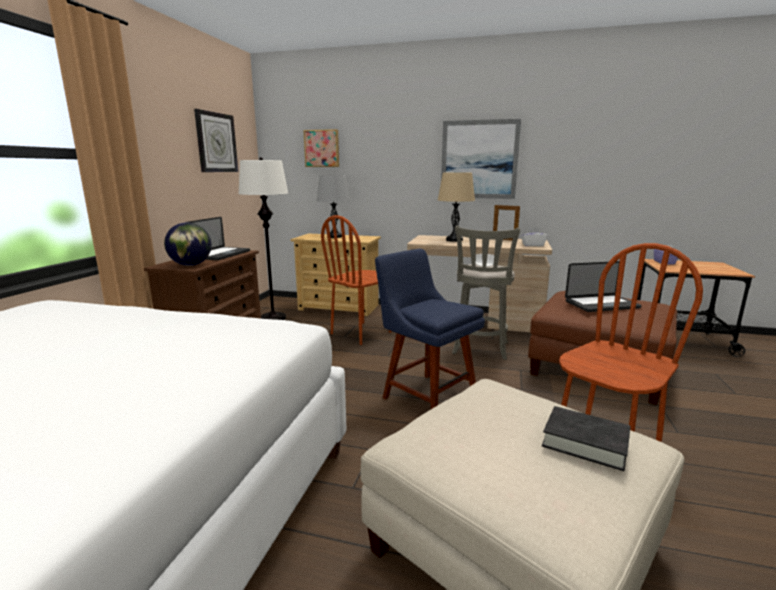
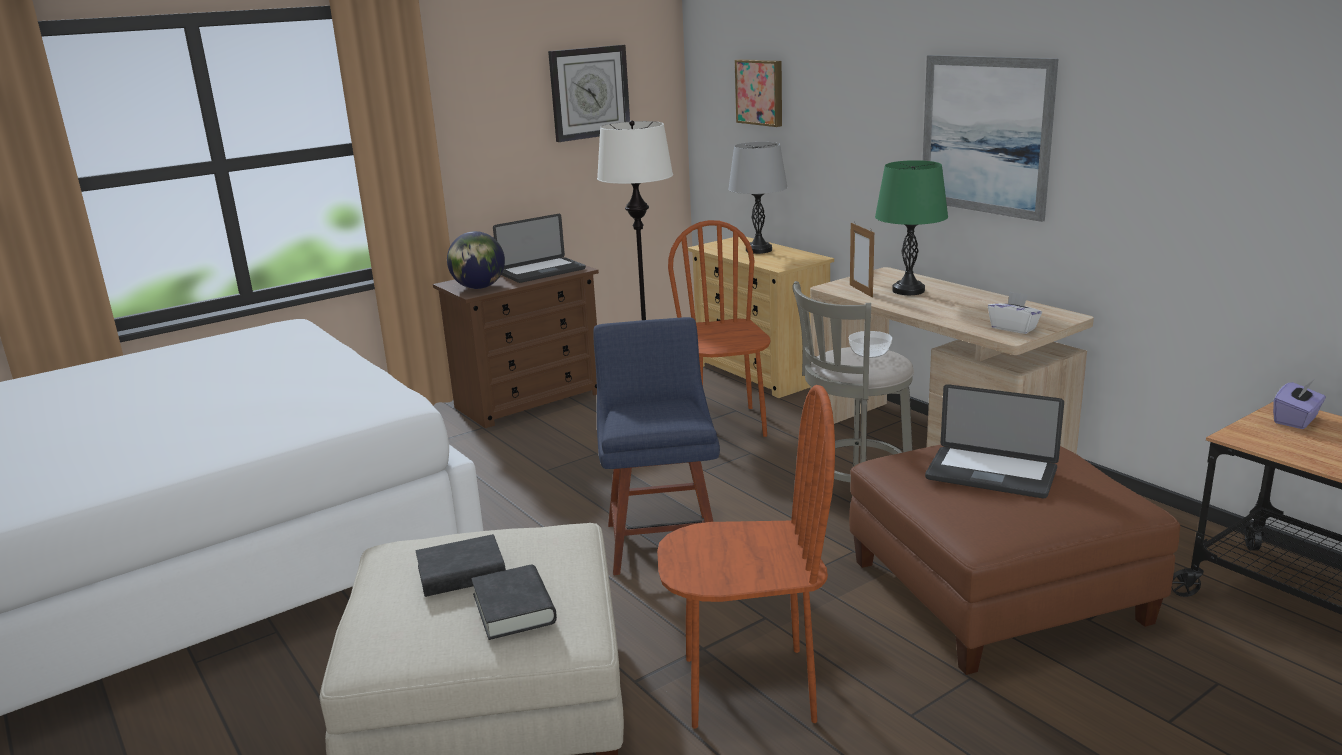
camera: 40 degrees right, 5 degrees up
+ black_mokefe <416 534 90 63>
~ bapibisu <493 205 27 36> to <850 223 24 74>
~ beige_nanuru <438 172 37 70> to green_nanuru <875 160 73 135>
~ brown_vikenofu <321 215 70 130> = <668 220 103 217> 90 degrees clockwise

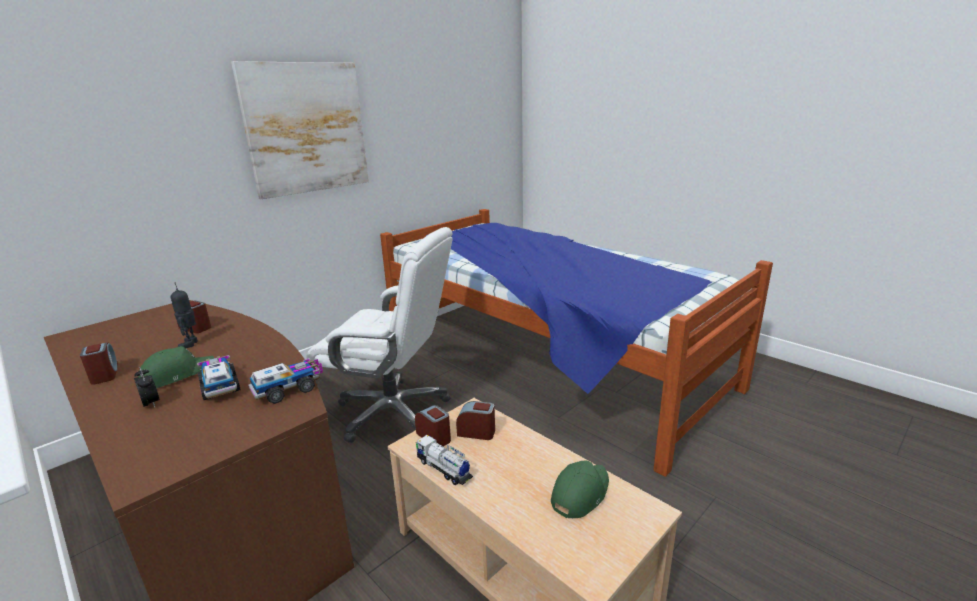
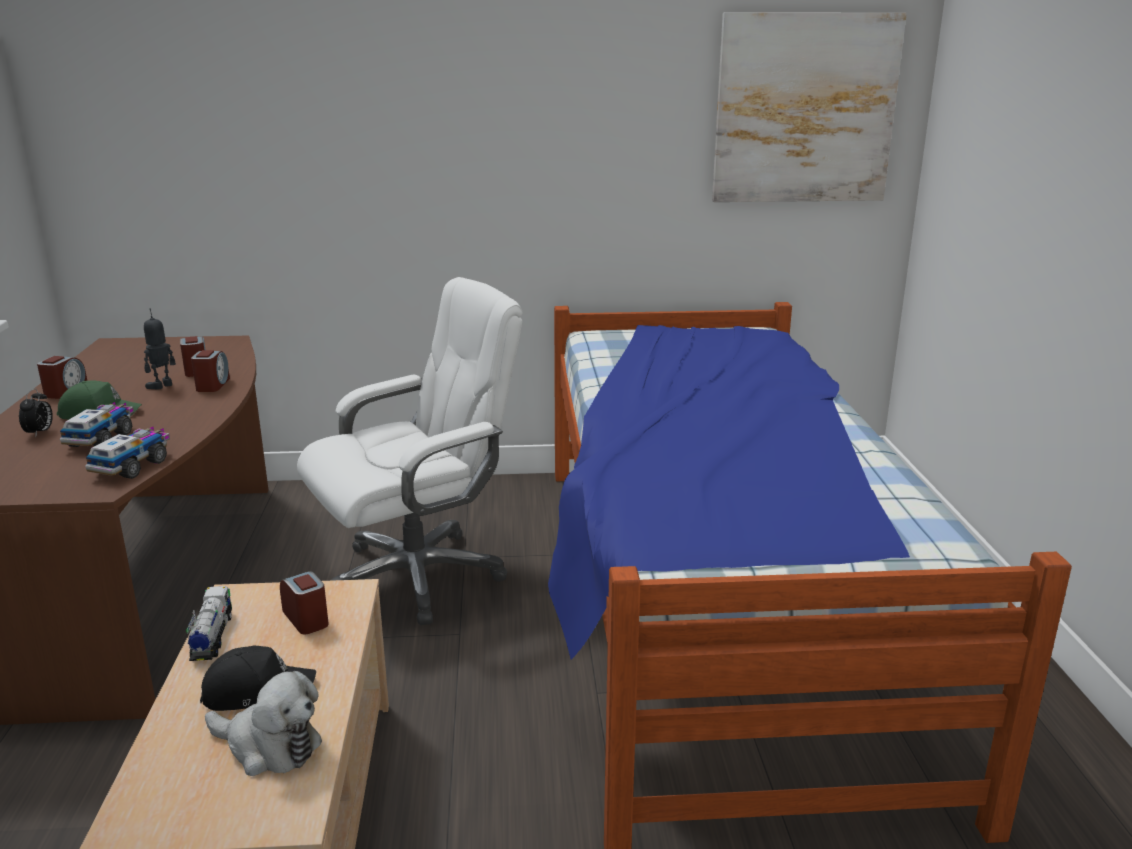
camera: 40 degrees right, 0 degrees up
+ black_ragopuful <200 646 116 65>
~ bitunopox <231 61 138 138> to <712 12 195 190>
~ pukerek <415 405 36 41> to <191 350 39 42>
~ green_ragopuful <551 460 58 58> to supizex <205 671 117 105>
~ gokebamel <248 358 75 46> = <85 427 85 52> 75 degrees counterclockwise
~ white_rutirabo <306 227 147 216> = <297 277 226 348> 90 degrees counterclockwise

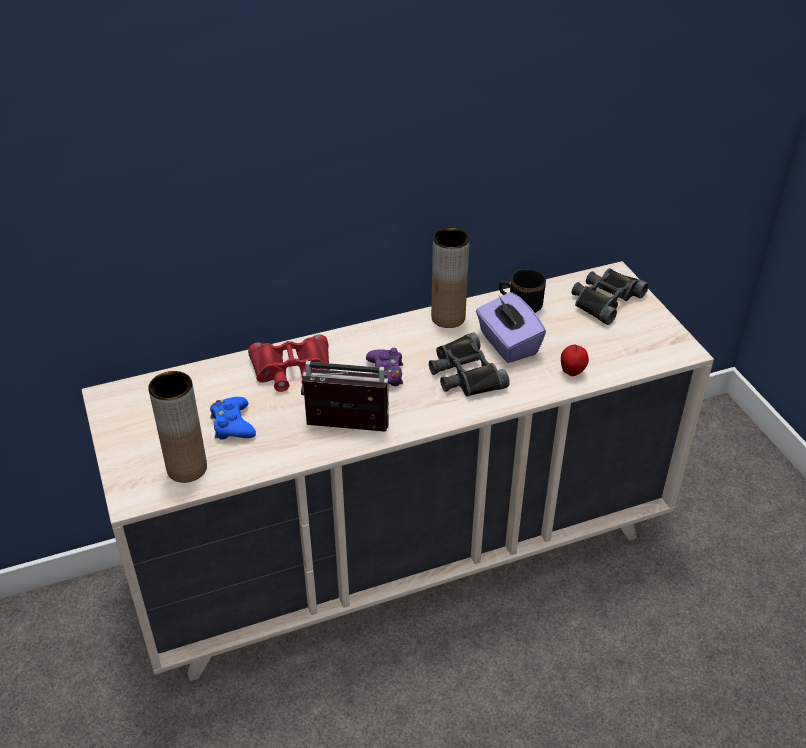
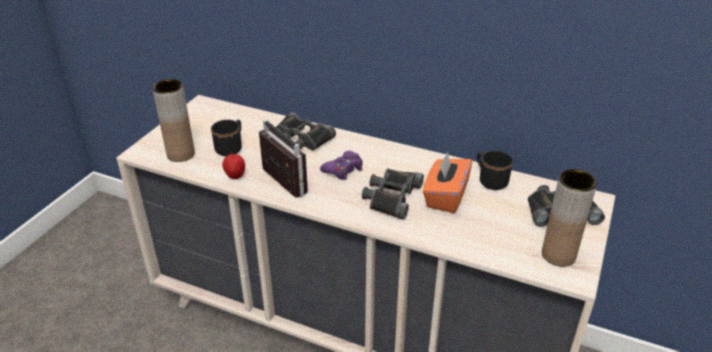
camera: 45 degrees right, 5 degrees down
~ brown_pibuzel <431 228 38 100> to <542 169 55 98>
~ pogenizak <561 345 28 31> to <222 152 23 27>
~ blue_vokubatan <210 397 46 43> to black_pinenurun <211 120 31 36>
~ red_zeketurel <248 335 82 57> to black_zeketurel <276 112 60 39>
~ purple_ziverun <476 292 70 71> to orange_ziverun <423 152 49 61>

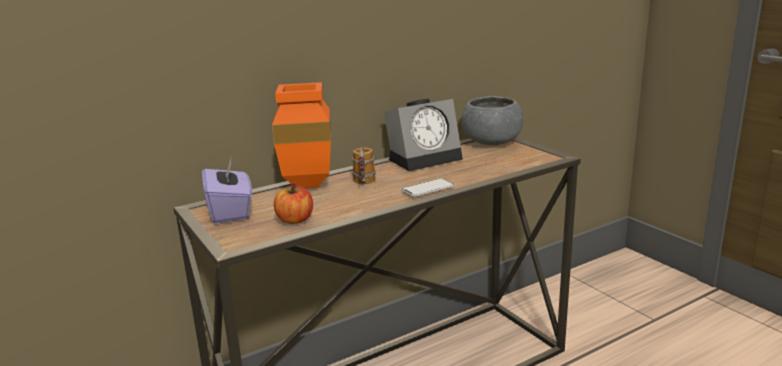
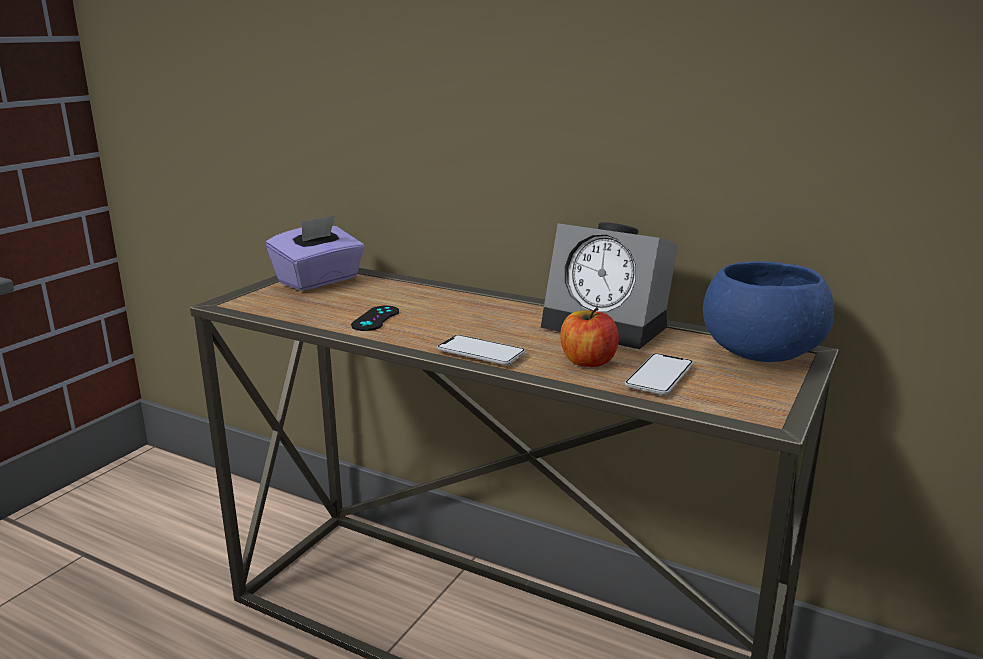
camera: 60 degrees right, 0 degrees up
- orange_pibuzel <272 82 59 107>
- pinenurun <352 148 24 36>
+ black_vokubatan <351 306 48 25>
+ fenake <625 353 68 42>
~ pogenizak <274 184 39 40> to <560 307 59 60>
~ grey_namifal <461 96 63 49> to blue_namifal <703 261 131 101>

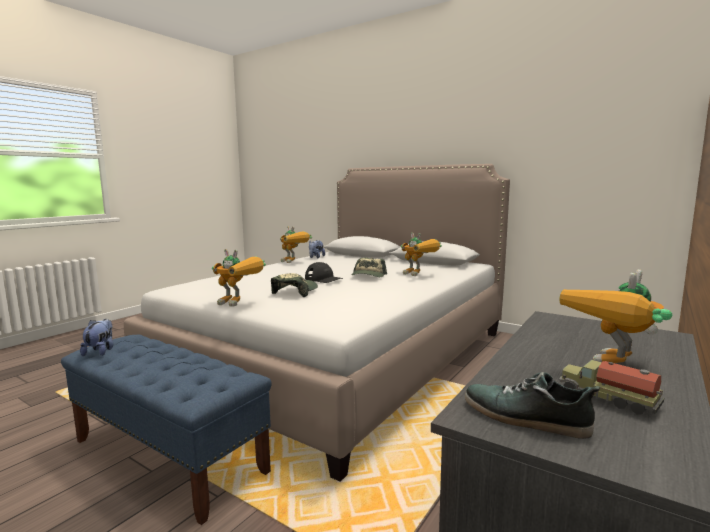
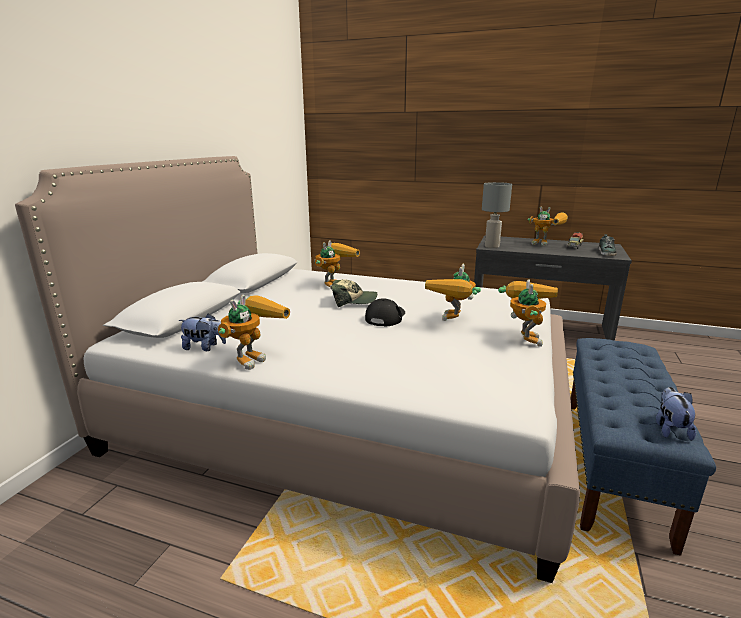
camera: 105 degrees left, 10 degrees up
+ grey_nanuru <482 182 30 66>
~ ragopuful <271 273 47 24> to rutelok <425 264 56 57>
~ supizex <80 319 33 37> = <656 387 40 54> 120 degrees clockwise

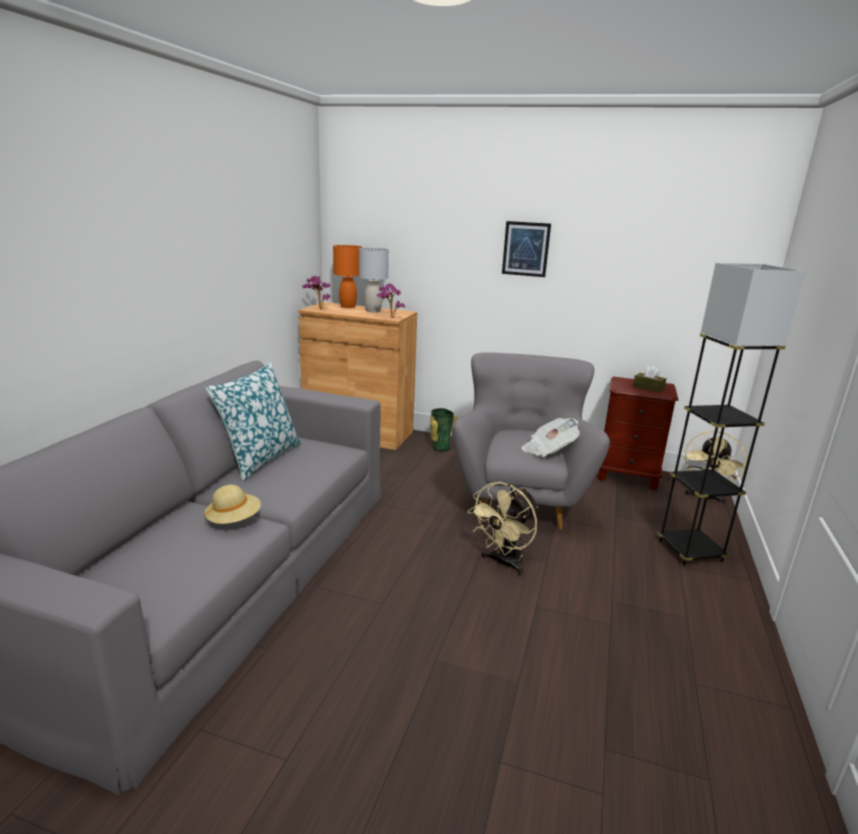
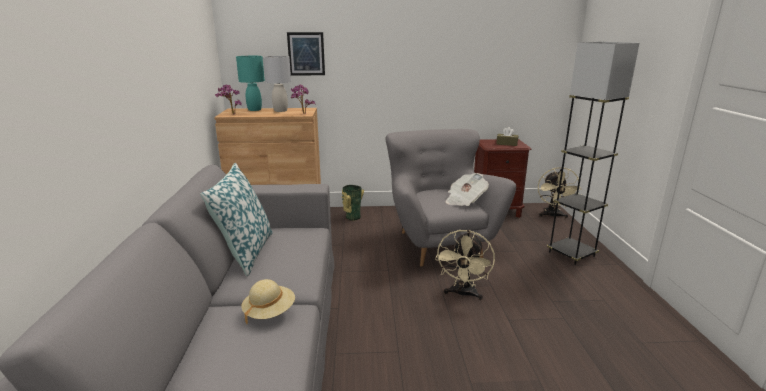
camera: 20 degrees left, 0 degrees up
~ bitunopox <502 221 49 56> to <287 32 38 43>
~ orange_nanuru <333 245 29 63> to turquoise_nanuru <236 56 29 55>

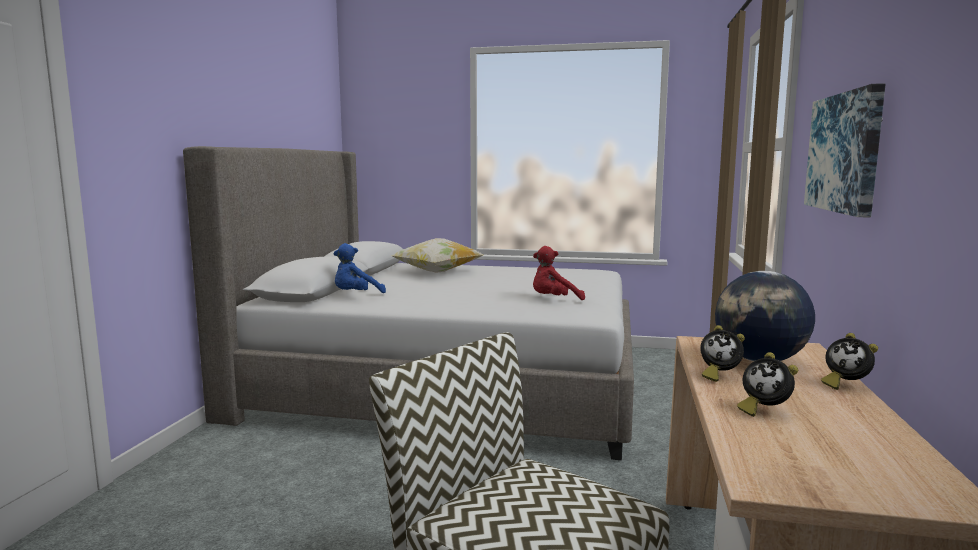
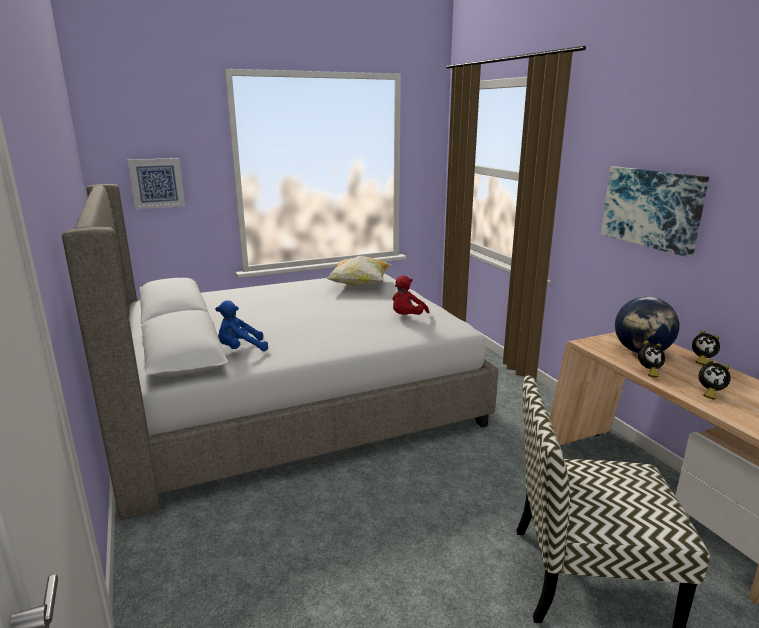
camera: 35 degrees left, 10 degrees up
+ bitunopox <128 158 57 51>
~ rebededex <391 238 92 35> to <325 256 66 31>
~ blue_supizex <333 243 53 50> = <215 300 53 51> 60 degrees clockwise

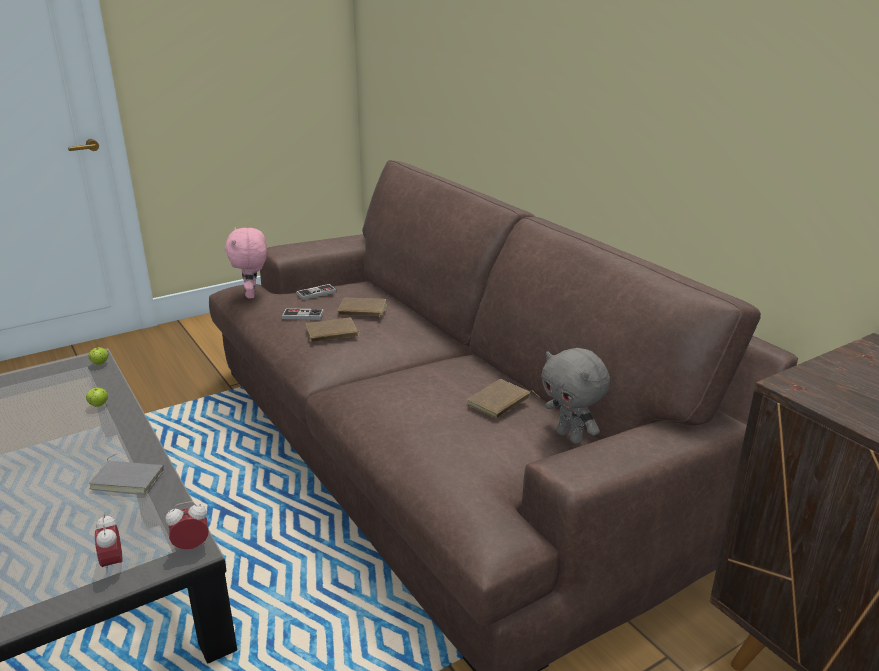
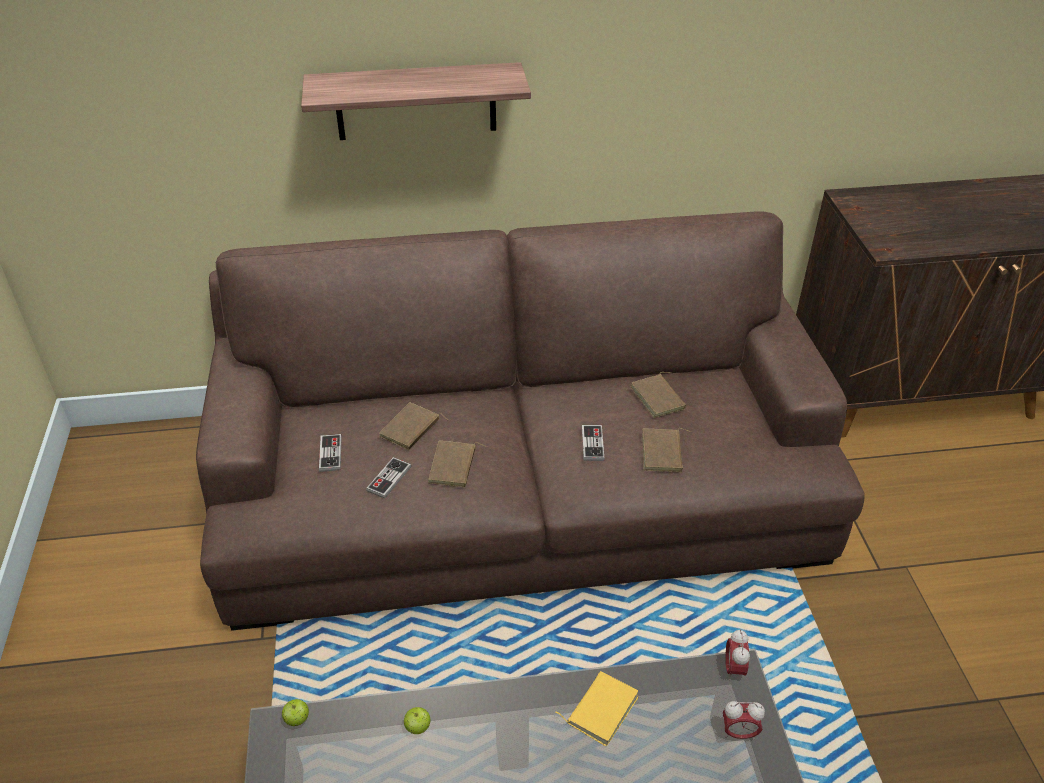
camera: 65 degrees left, 15 degrees up
- pink_supizex <225 227 42 71>
- grey_supizex <541 348 69 96>
+ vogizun <301 62 230 78>
+ vokubatan <582 425 23 36>
+ brown_mokefe <642 428 49 44>
~ grey_mokefe <89 454 75 41> to yellow_mokefe <555 671 84 75>

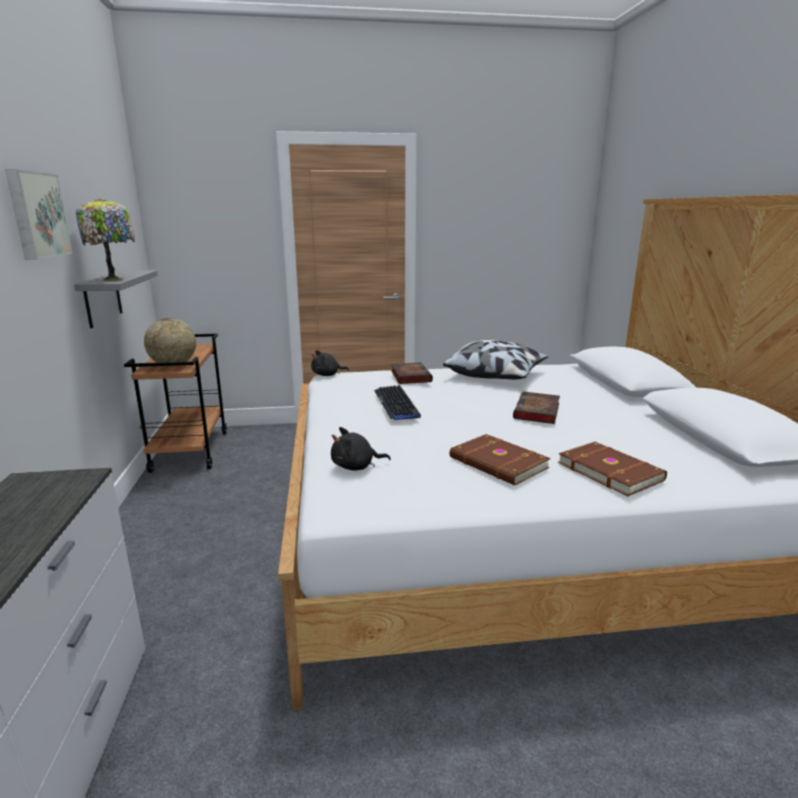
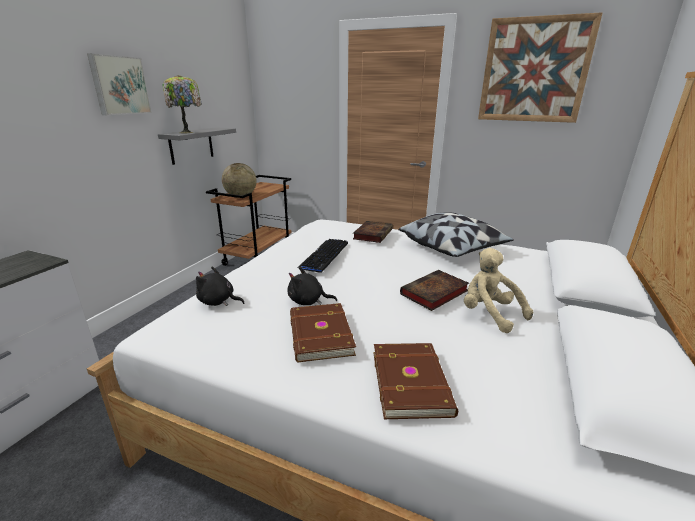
camera: 30 degrees right, 5 degrees up
+ beige_supizex <464 248 69 85>
+ bitunopox <478 12 125 111>
~ black_supizex <311 350 38 26> to <287 267 50 38>

